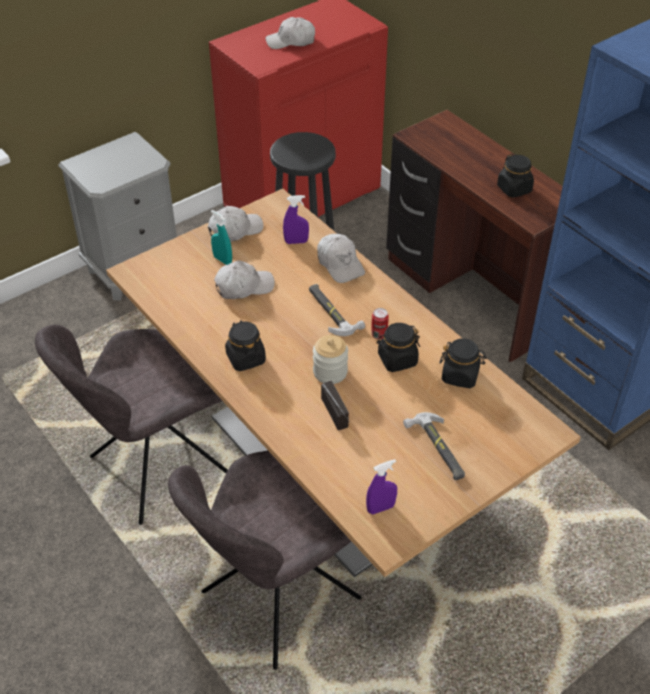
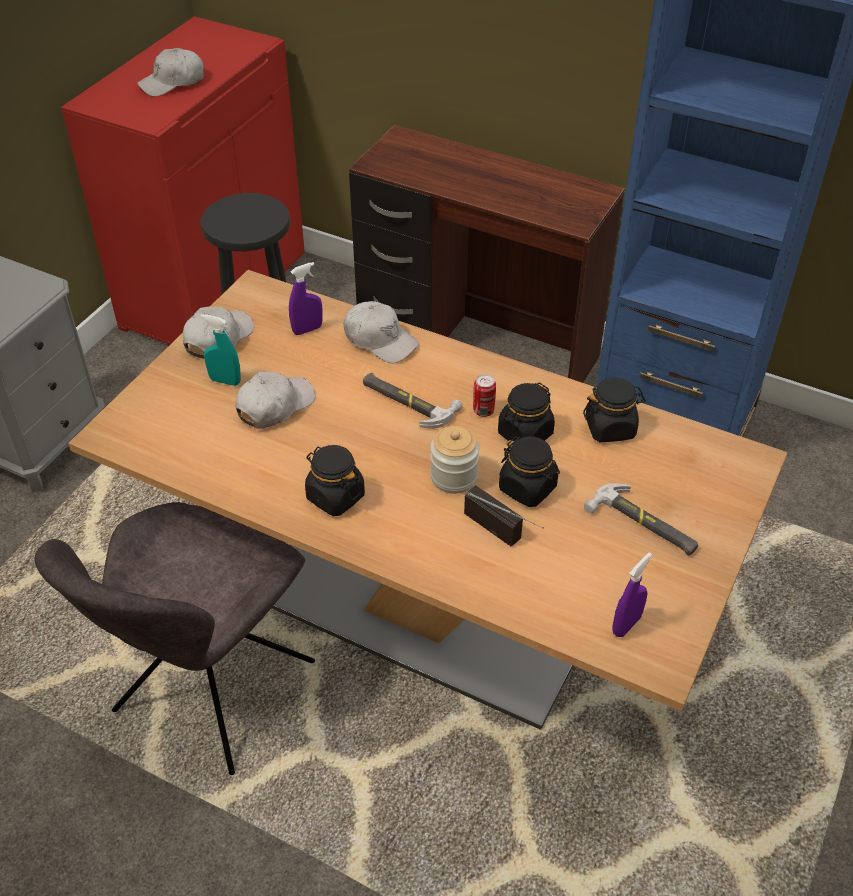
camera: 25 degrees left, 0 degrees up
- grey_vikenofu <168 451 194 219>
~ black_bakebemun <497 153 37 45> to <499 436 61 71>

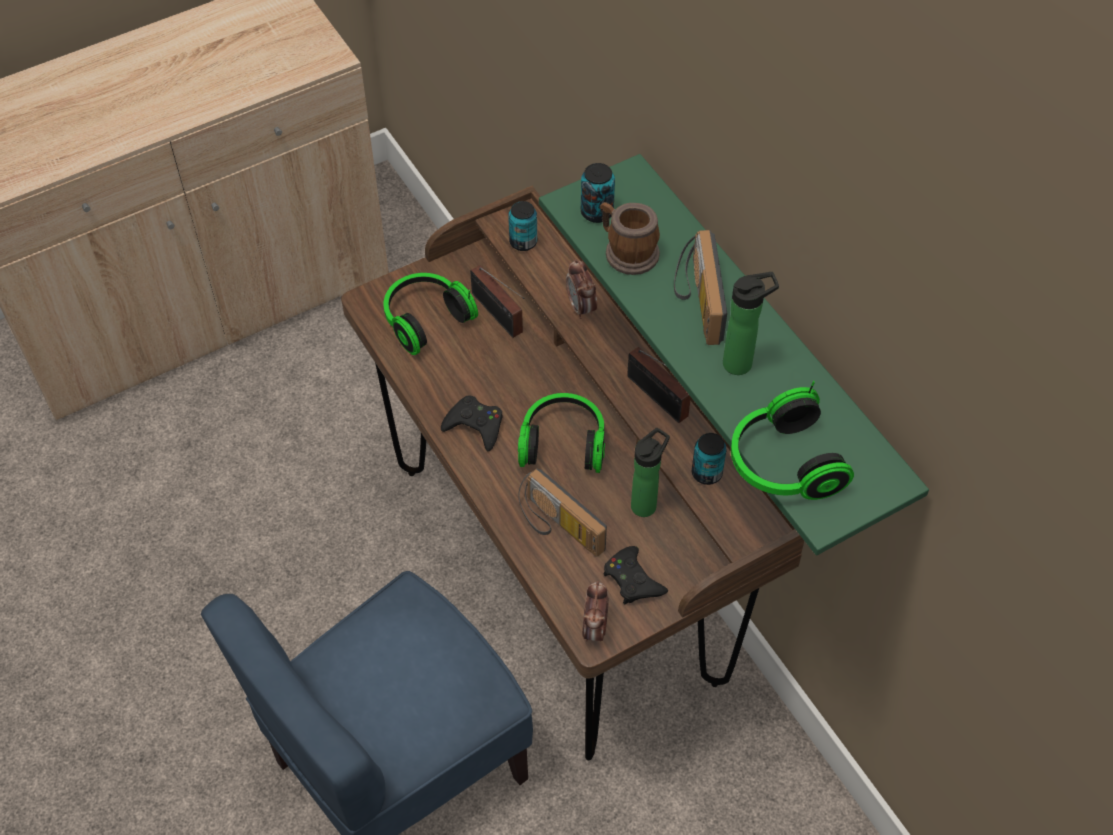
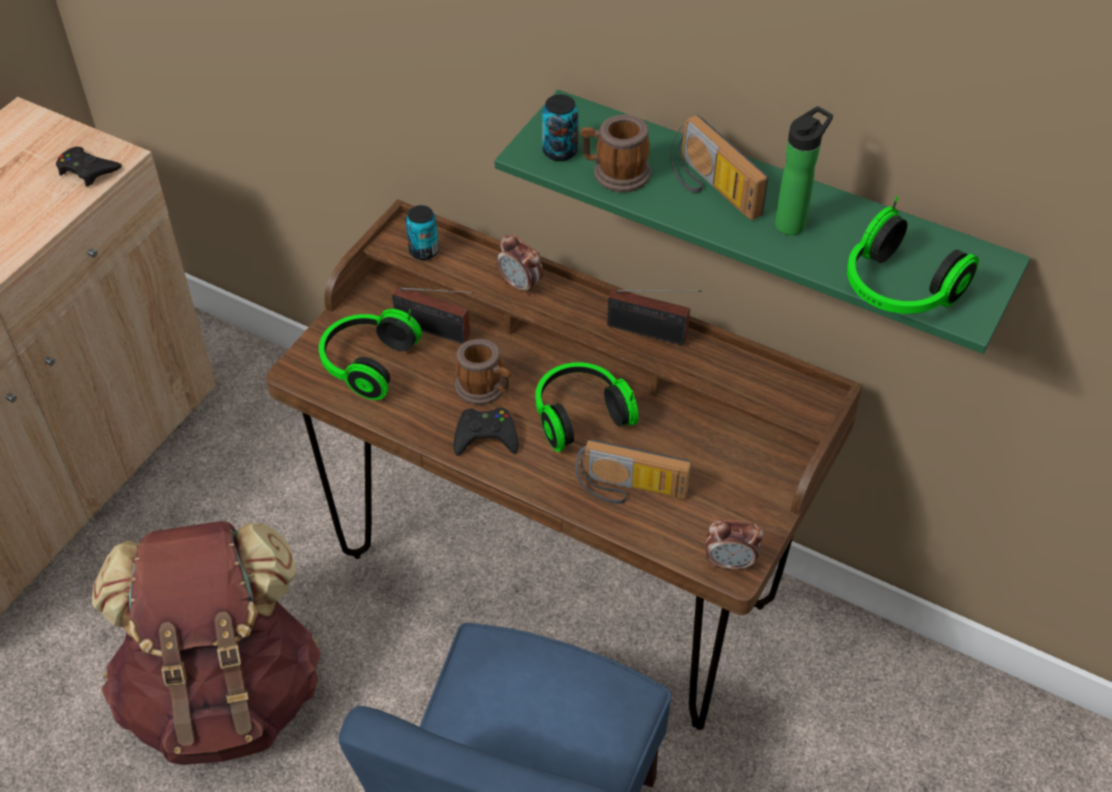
camera: 30 degrees left, 5 degrees down
- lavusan <631 428 39 89>
- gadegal <692 433 35 52>
+ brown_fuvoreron <92 521 229 244>
+ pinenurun <455 339 56 66>
~ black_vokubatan <603 546 65 58> to <56 147 66 40>
~ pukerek <582 581 27 61> = <706 519 57 52> 60 degrees counterclockwise

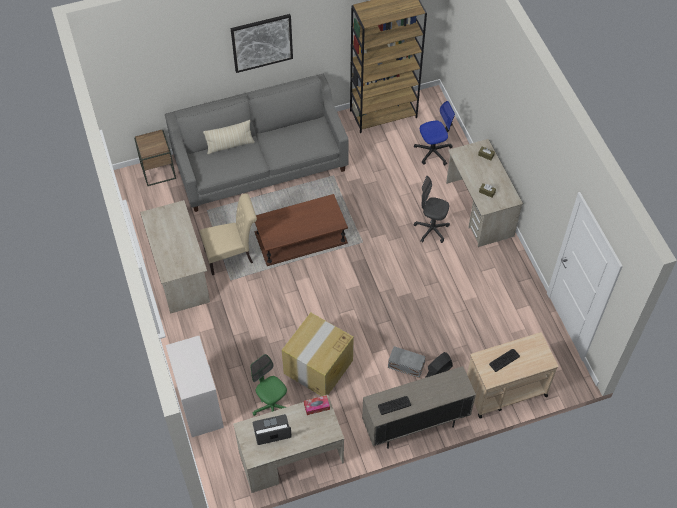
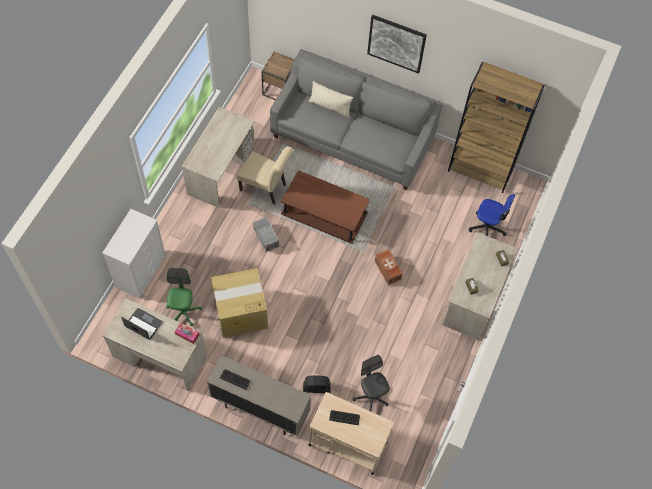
camera: 40 degrees right, 5 degrees up
+ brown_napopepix <375 249 28 36>
~ grey_napopepix <388 346 38 32> to <253 217 26 35>
~ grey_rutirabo <414 176 36 67> to <353 355 37 56>

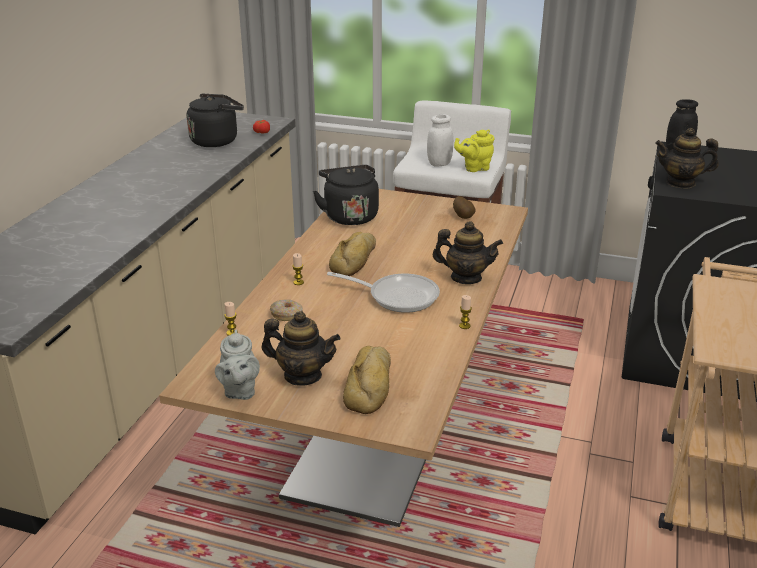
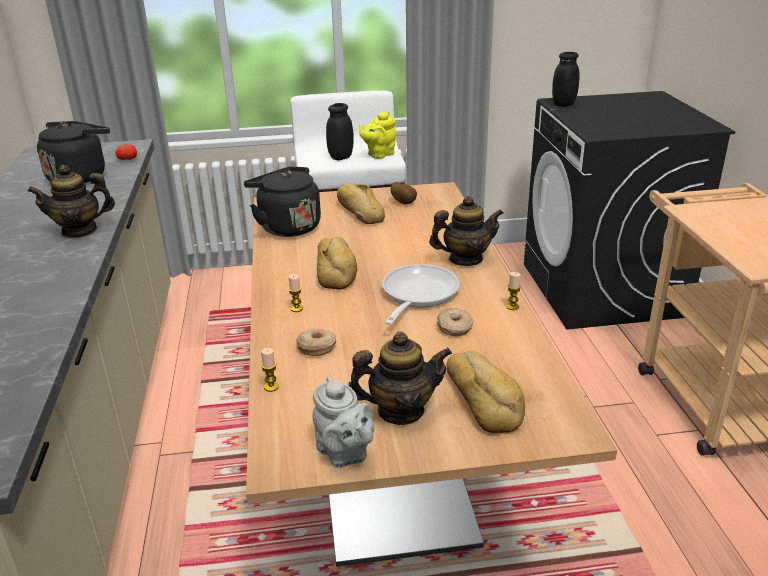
camera: 25 degrees left, 0 degrees up
+ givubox <337 183 48 41>
+ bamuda <437 308 36 29>
~ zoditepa <655 128 64 61> to <28 165 87 73>
~ white_bakebemun <427 114 27 53> to black_bakebemun <326 103 28 57>
~ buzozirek <327 272 113 41> = <382 264 78 61> 60 degrees counterclockwise

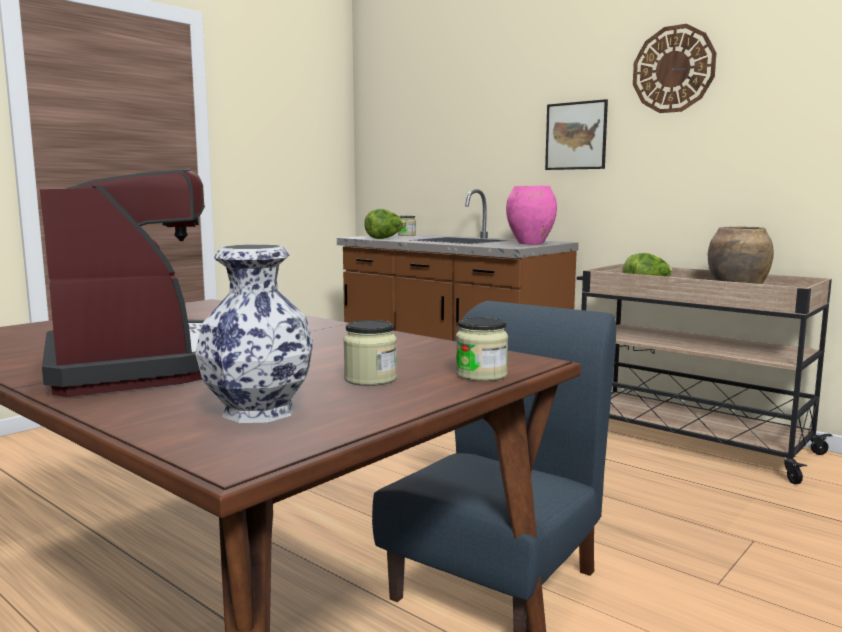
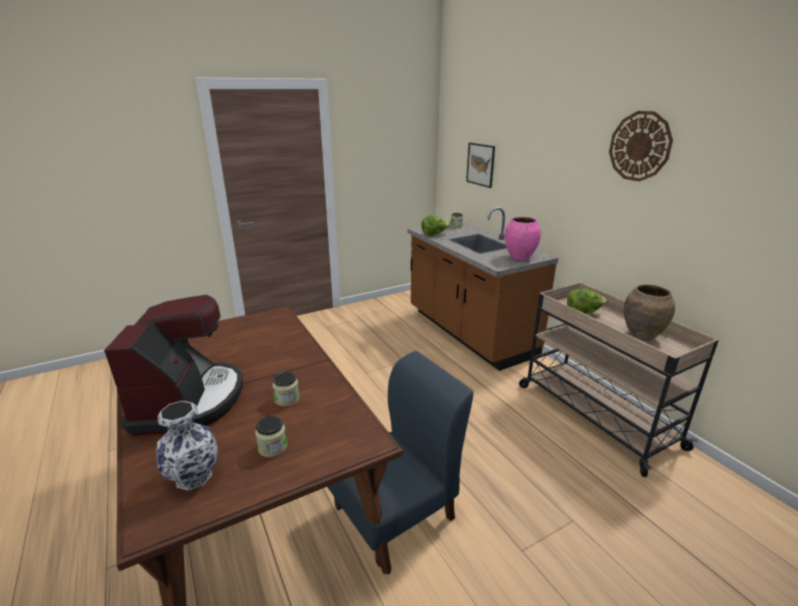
camera: 20 degrees right, 15 degrees up
~ bakebemun <456 317 52 64> to <272 372 28 34>
~ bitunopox <545 99 63 71> to <466 143 29 45>

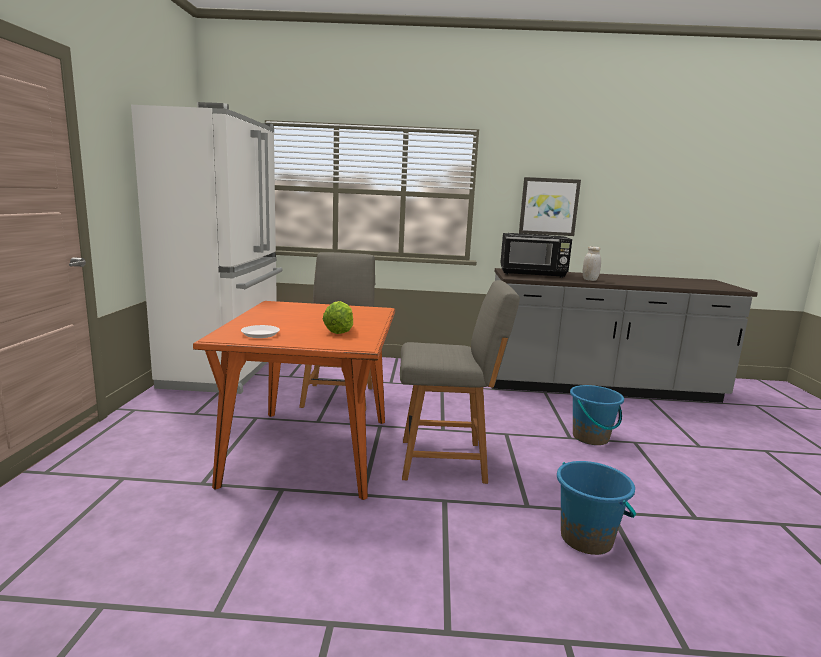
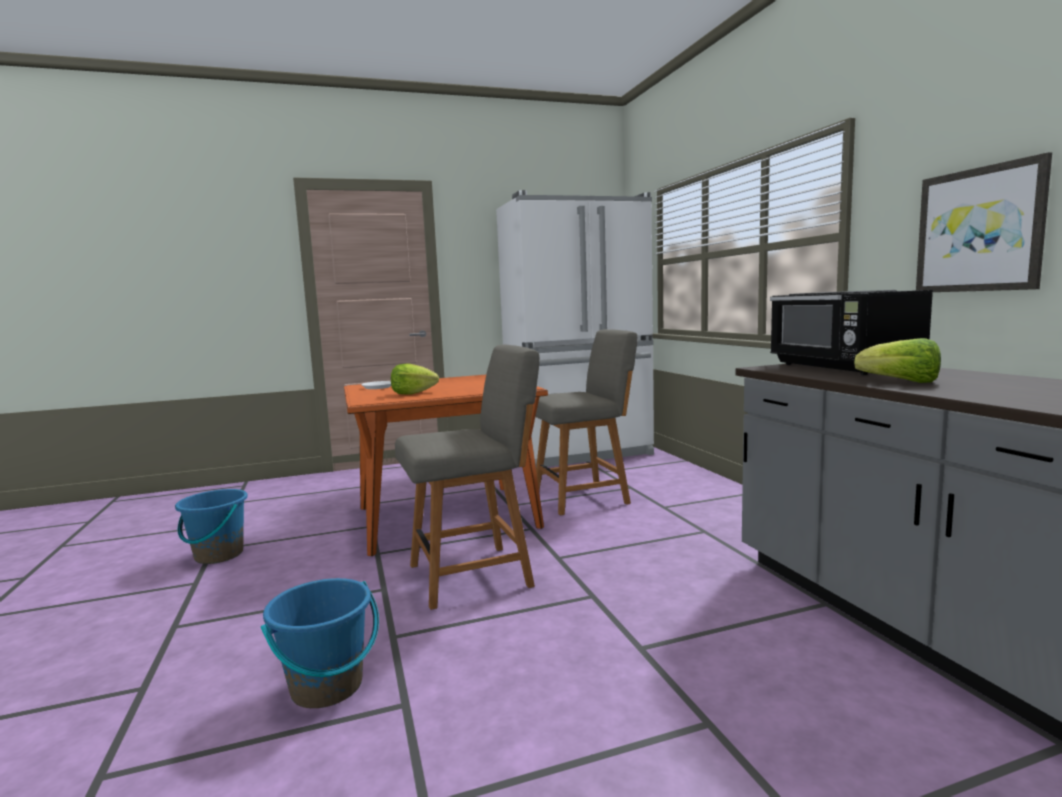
camera: 70 degrees right, 5 degrees down
~ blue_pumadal <570 385 54 60> to <175 489 73 75>
~ white_bakebemun <582 246 19 35> to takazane <854 338 87 45>
~ grey_vikenofu <400 280 120 204> = <395 345 145 265> 90 degrees counterclockwise

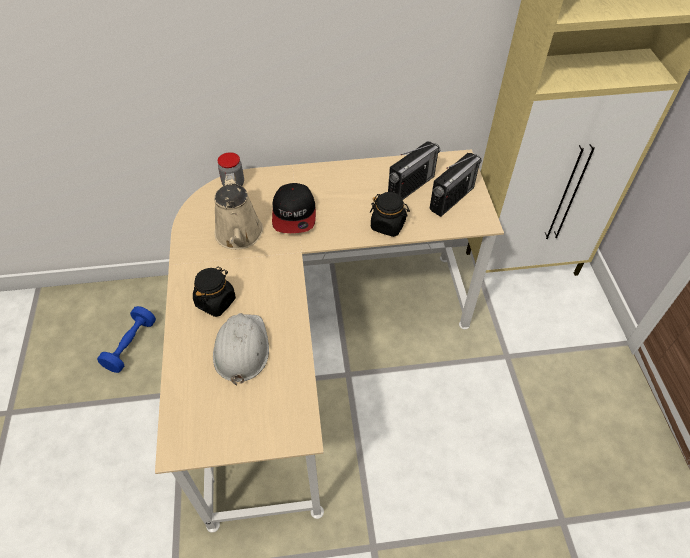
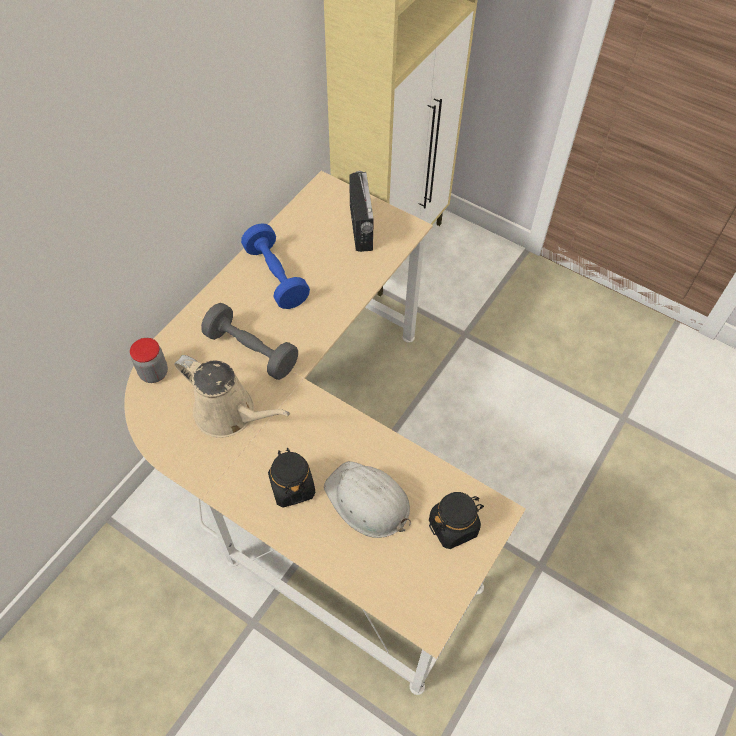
camera: 50 degrees left, 5 degrees up
- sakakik <388 142 52 57>
~ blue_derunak <97 306 59 67> to <241 223 69 86>
~ black_bakebemun <370 192 40 45> to <429 492 55 57>
~ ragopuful <272 183 44 50> to grey_derunak <201 303 97 77>

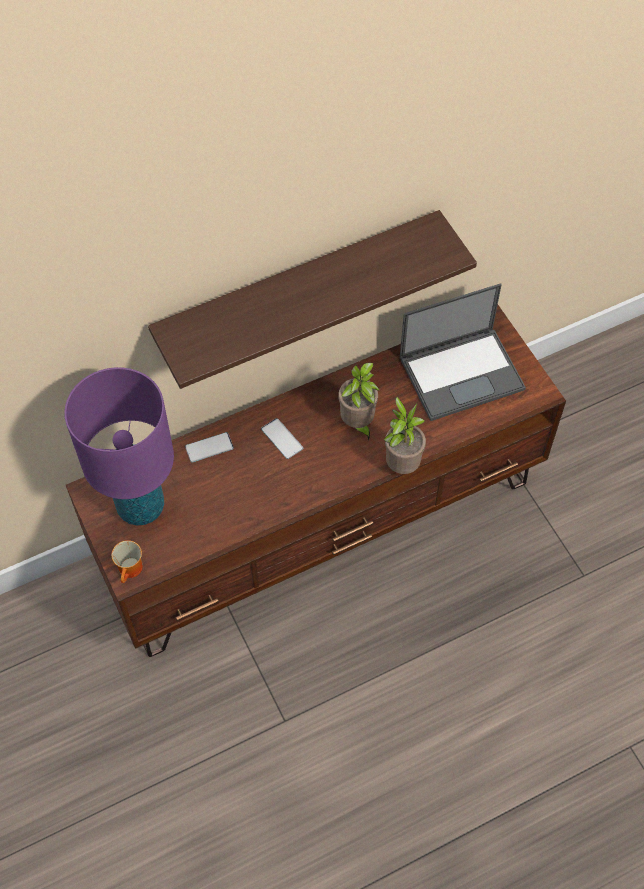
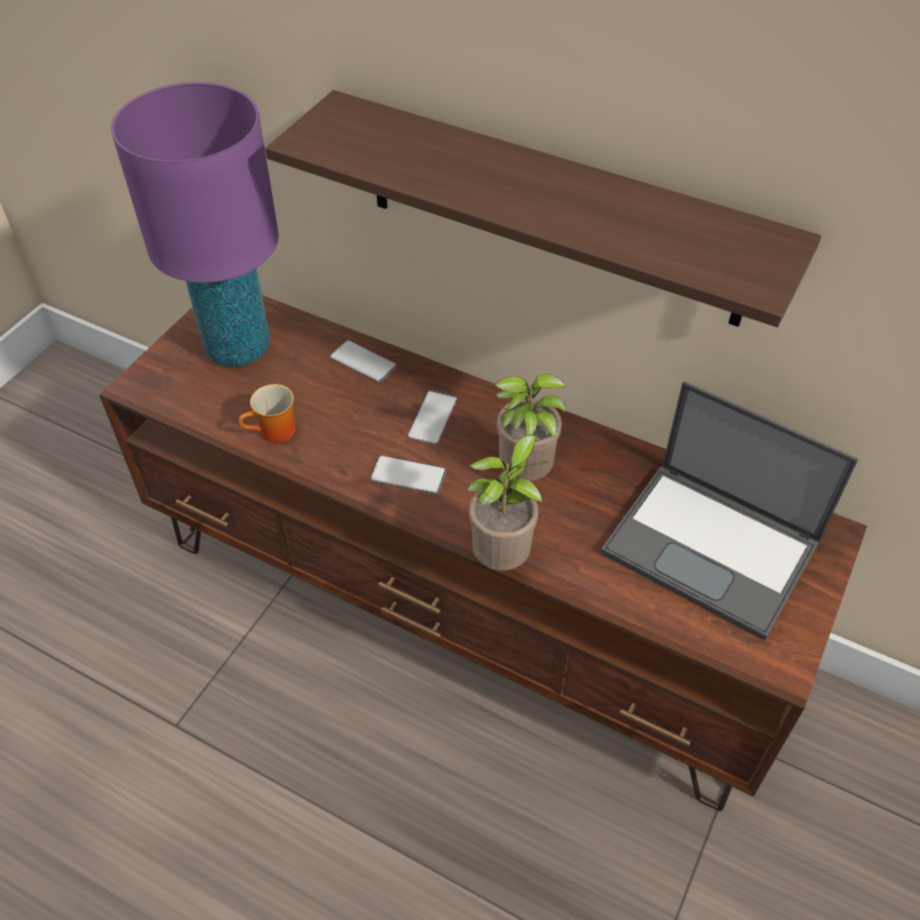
camera: 55 degrees right, 10 degrees down
+ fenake <371 456 75 38>
~ pinenurun <111 540 31 43> to <238 384 57 59>

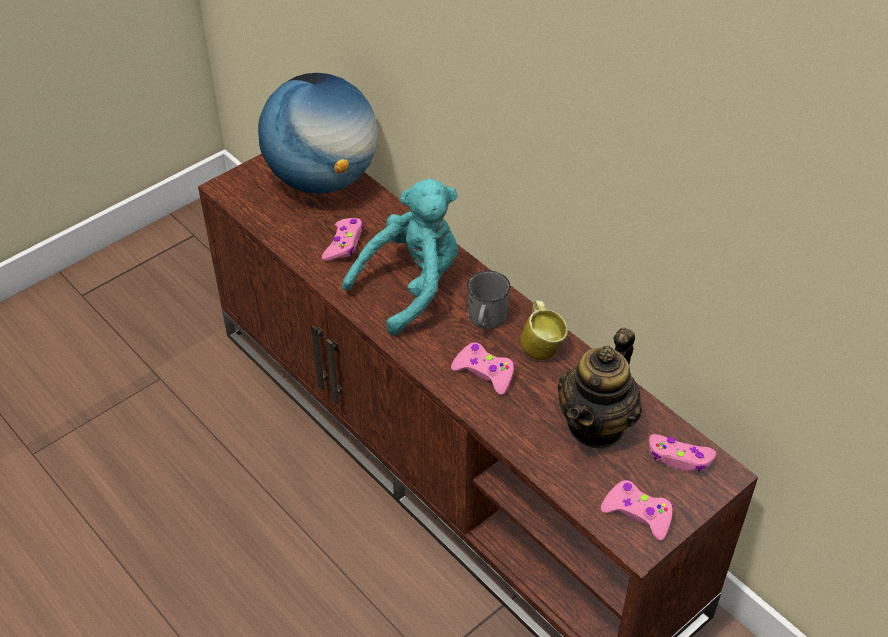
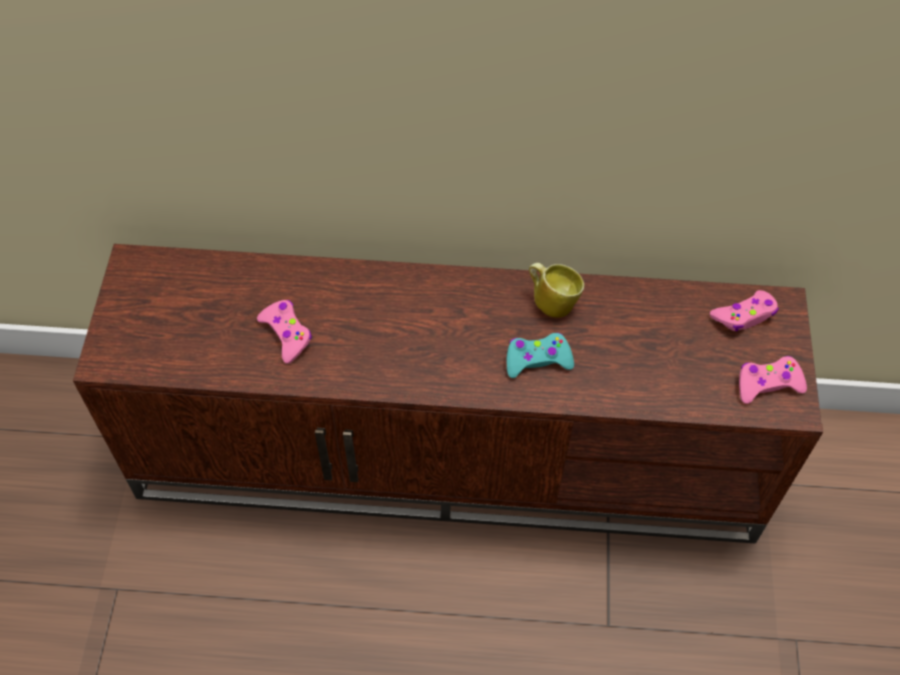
camera: 45 degrees left, 10 degrees up
- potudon <258 73 120 121>
- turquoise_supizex <342 179 116 156>
- grey_pinenurun <467 271 43 58>
- zoditepa <557 328 85 121>
~ pink_vokubatan <451 342 64 53> to turquoise_vokubatan <507 333 67 45>

